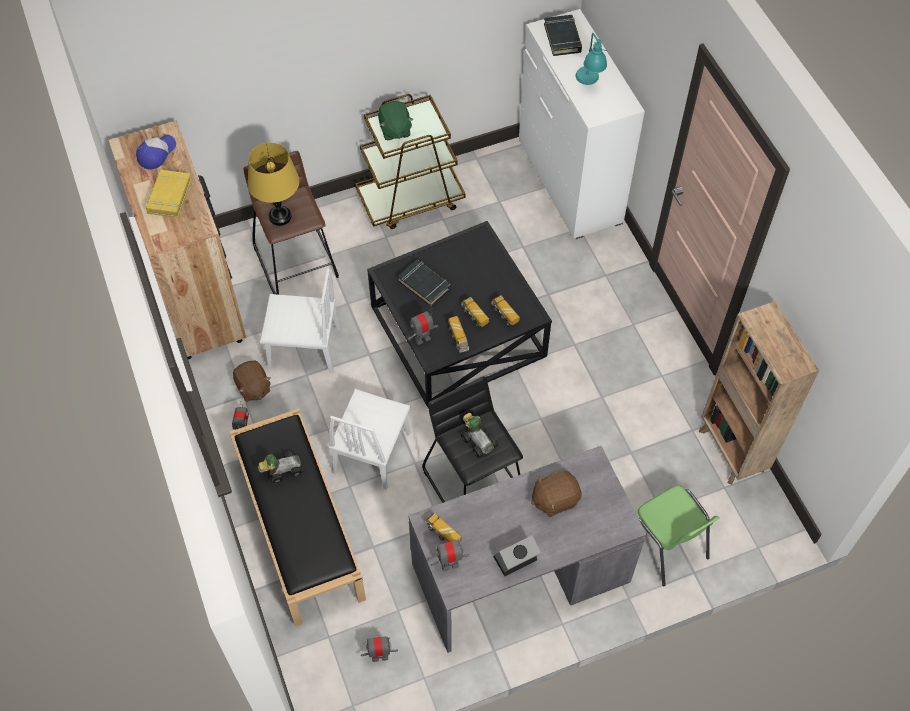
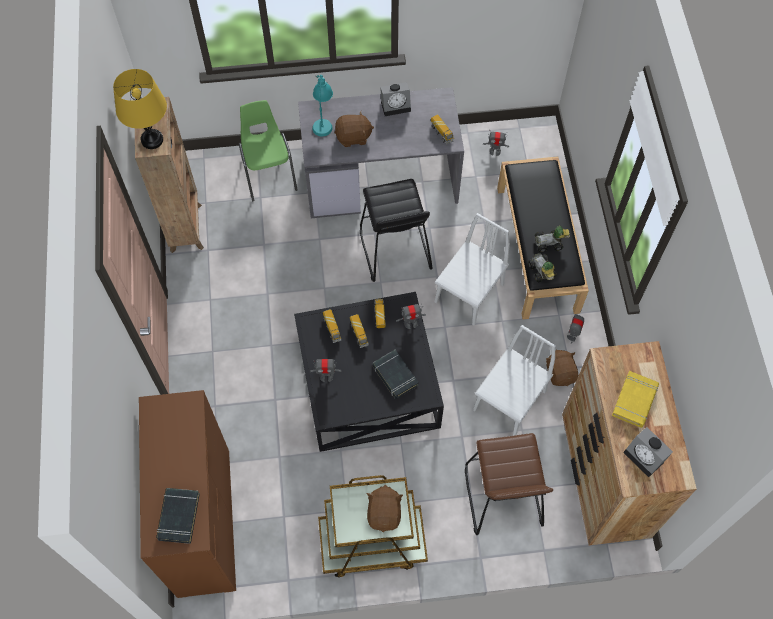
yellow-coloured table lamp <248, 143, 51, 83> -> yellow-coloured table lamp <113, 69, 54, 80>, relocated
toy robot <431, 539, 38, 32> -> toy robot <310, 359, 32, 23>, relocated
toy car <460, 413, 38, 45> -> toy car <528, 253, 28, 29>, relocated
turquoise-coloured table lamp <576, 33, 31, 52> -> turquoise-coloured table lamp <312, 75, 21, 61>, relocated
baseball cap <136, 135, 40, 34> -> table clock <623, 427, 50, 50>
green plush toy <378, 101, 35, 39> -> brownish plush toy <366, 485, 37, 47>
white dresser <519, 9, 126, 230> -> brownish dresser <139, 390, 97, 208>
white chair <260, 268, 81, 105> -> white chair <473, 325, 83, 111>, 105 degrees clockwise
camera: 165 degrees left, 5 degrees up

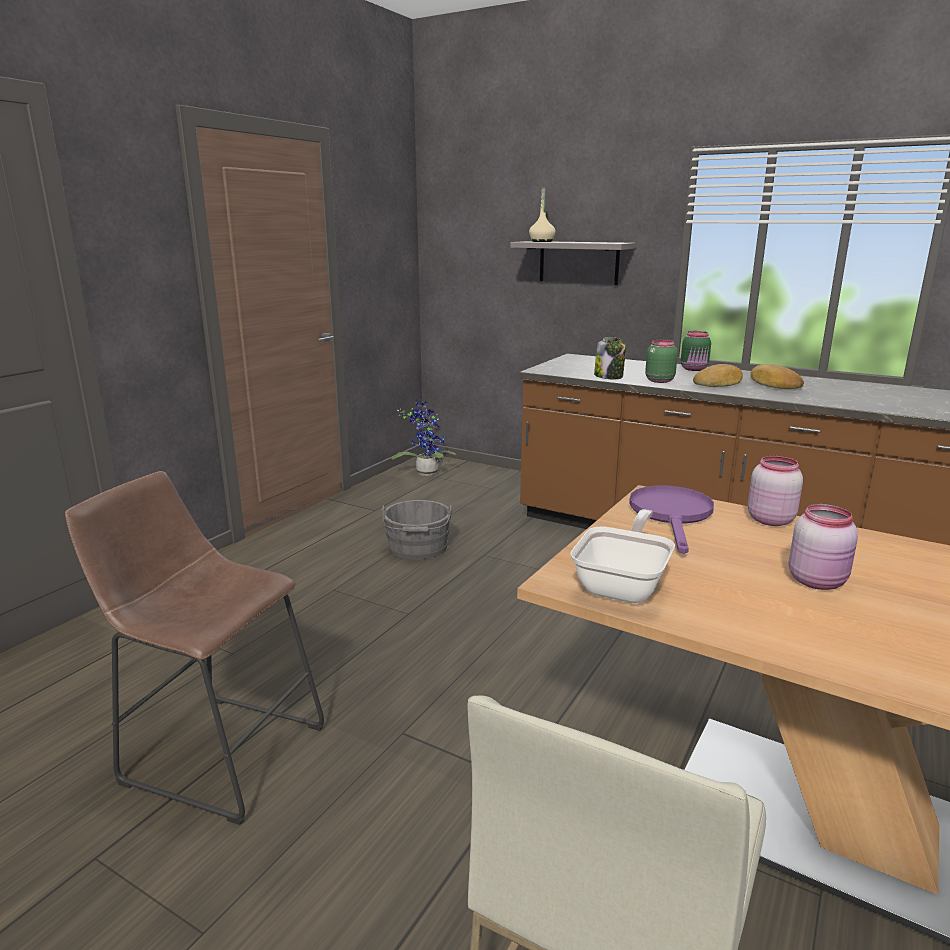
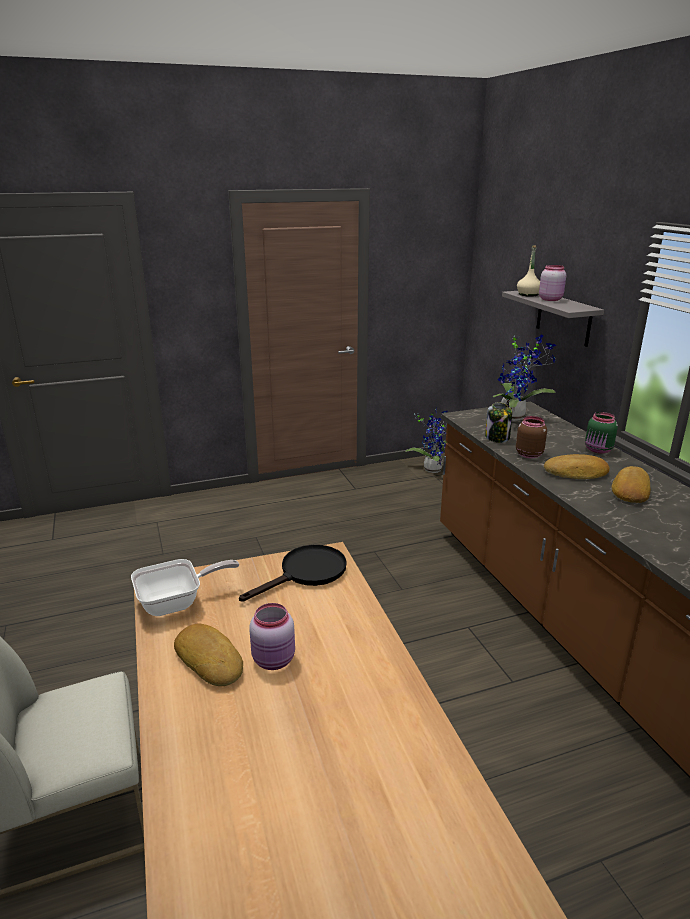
brownish stool <65, 471, 259, 354> -> none
grey water bucket <381, 500, 72, 60> -> none
none -> bread <174, 623, 69, 63>
none -> houseplant <493, 335, 63, 86>
pinkish preserve jar <748, 455, 55, 71> -> pinkish preserve jar <539, 265, 27, 36>, relocated
purple-coloured frying pan <629, 486, 85, 68> -> blackish frying pan <239, 545, 107, 56>
green preserve jar <645, 340, 33, 43> -> brownish preserve jar <516, 416, 31, 42>
camera: 40 degrees right, 5 degrees up

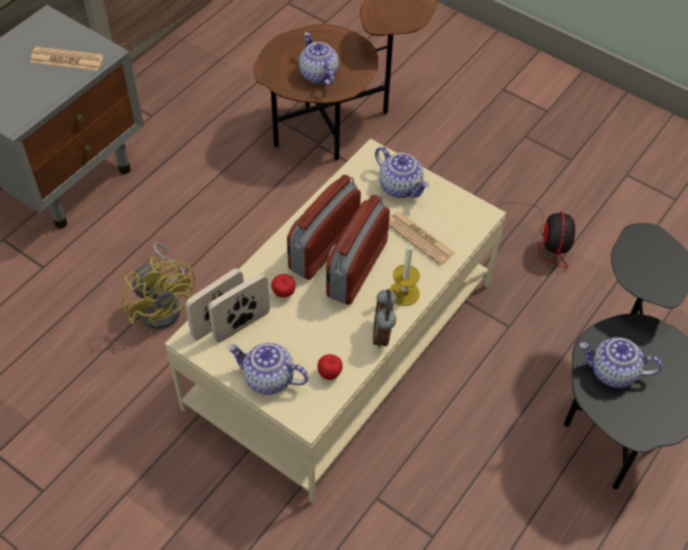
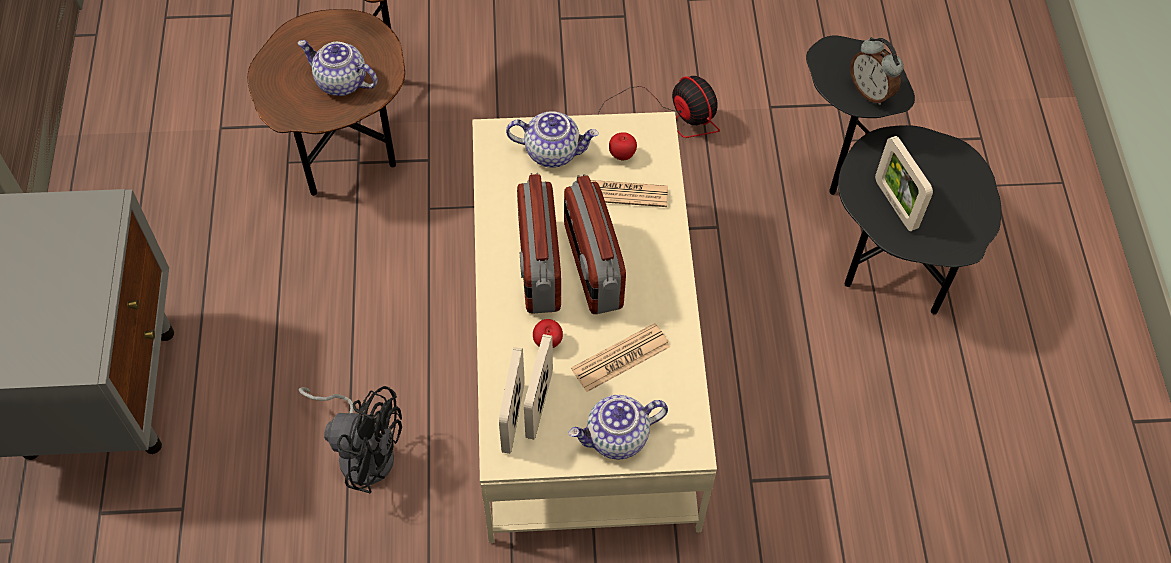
wax light <389, 243, 31, 63> -> none
daily paper <30, 47, 73, 24> -> daily paper <571, 323, 99, 69>, relocated
whole apple <317, 354, 25, 26> -> whole apple <609, 132, 28, 29>, relocated
table clock <373, 289, 24, 59> -> table clock <850, 37, 53, 68>, relocated
teapot <580, 337, 82, 51> -> picture frame <875, 136, 58, 95>
yellow-coloured electric fan <121, 242, 74, 87> -> blackish electric fan <299, 386, 103, 107>
camera: 40 degrees left, 5 degrees up

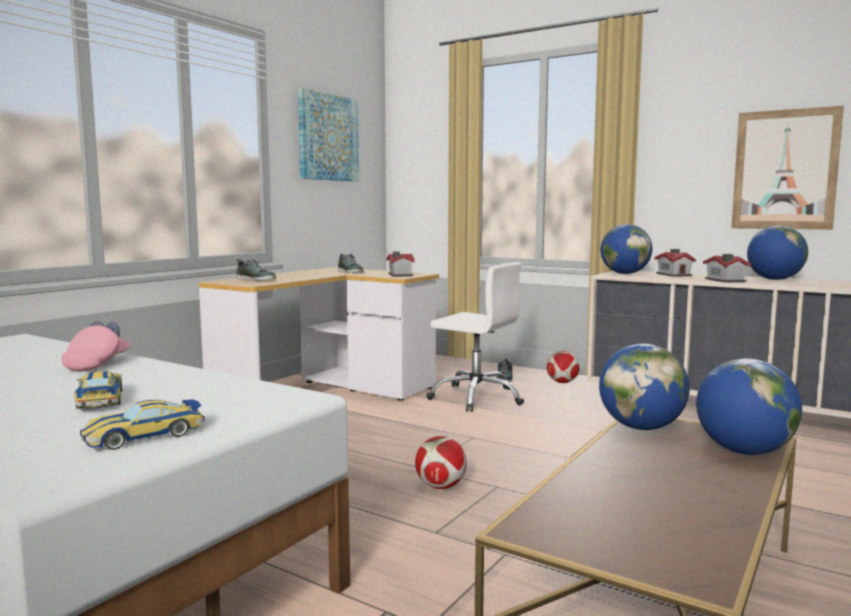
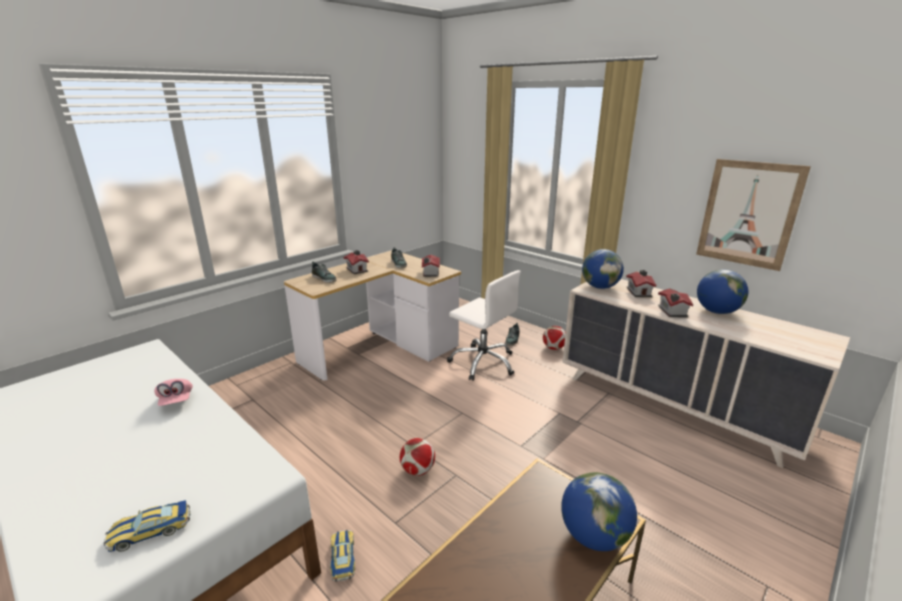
wall art <298, 88, 61, 94> -> none
globe <599, 344, 91, 86> -> none
none -> miniature house <344, 250, 25, 24>
toy car <74, 371, 48, 38> -> toy car <330, 530, 25, 52>, relocated
pinkish baseball cap <61, 321, 69, 51> -> pinkish baseball cap <154, 379, 39, 27>, 135 degrees clockwise
camera: 10 degrees right, 15 degrees up

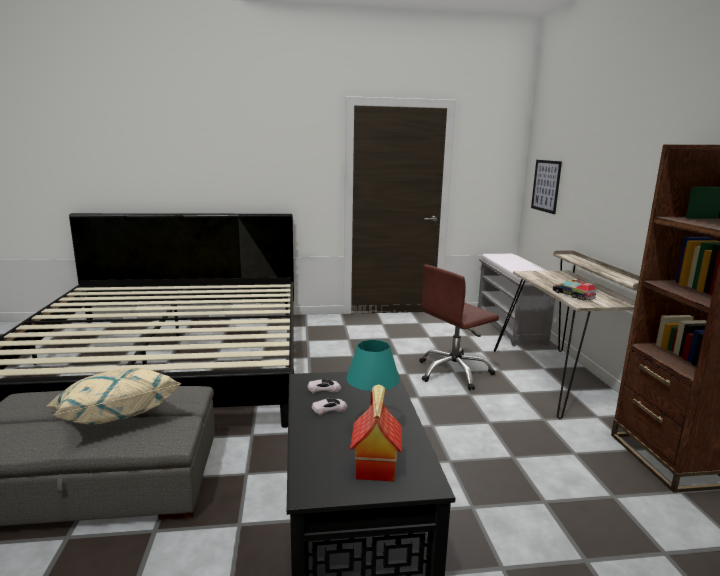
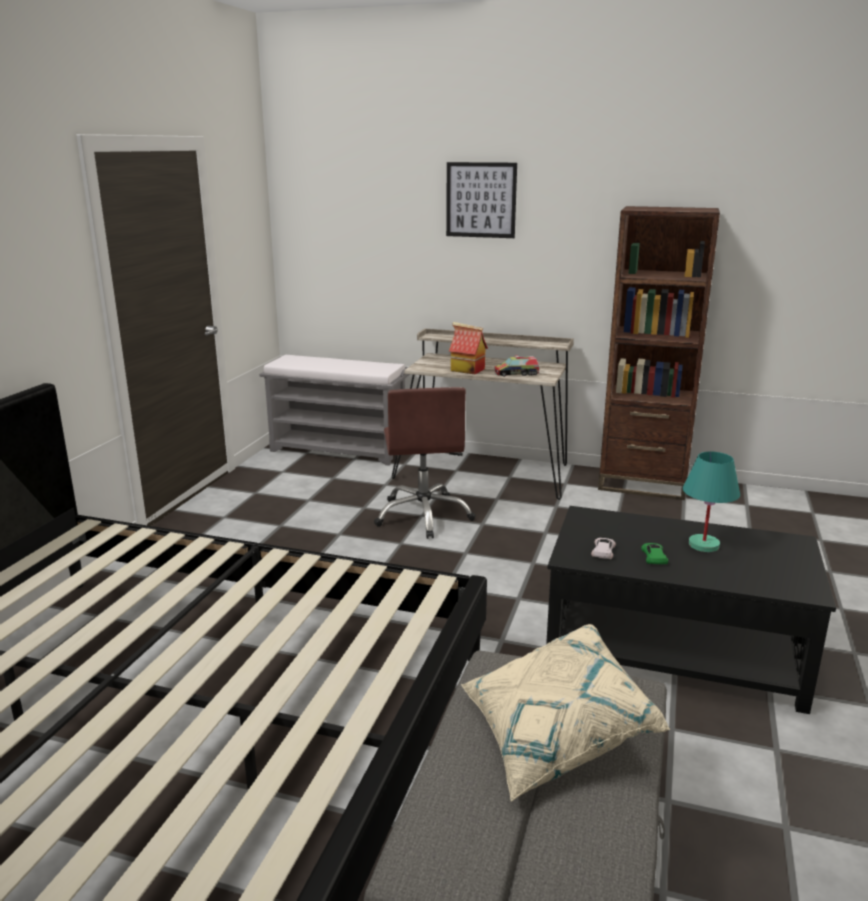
miniature house <350, 384, 52, 97> -> miniature house <449, 322, 39, 52>, relocated
wall art <531, 160, 31, 54> -> wall art <446, 162, 71, 76>, relocated
white toy car <312, 398, 35, 17> -> green toy car <641, 543, 27, 21>
camera: 65 degrees left, 5 degrees up

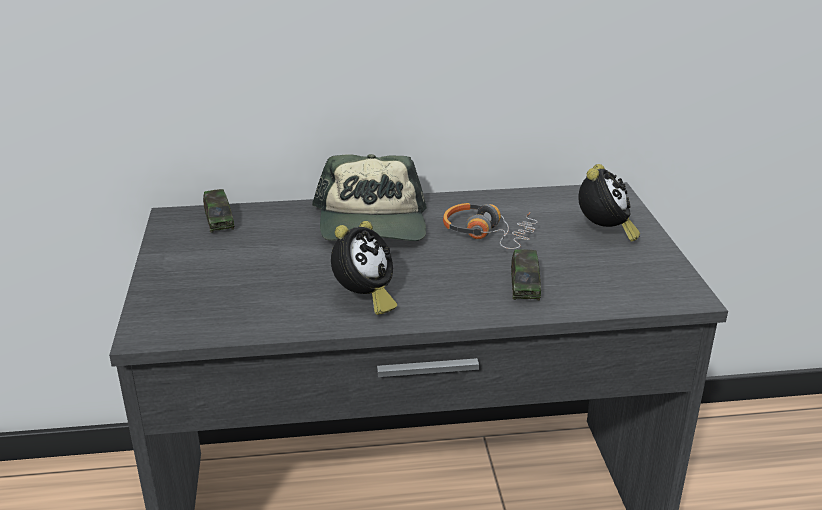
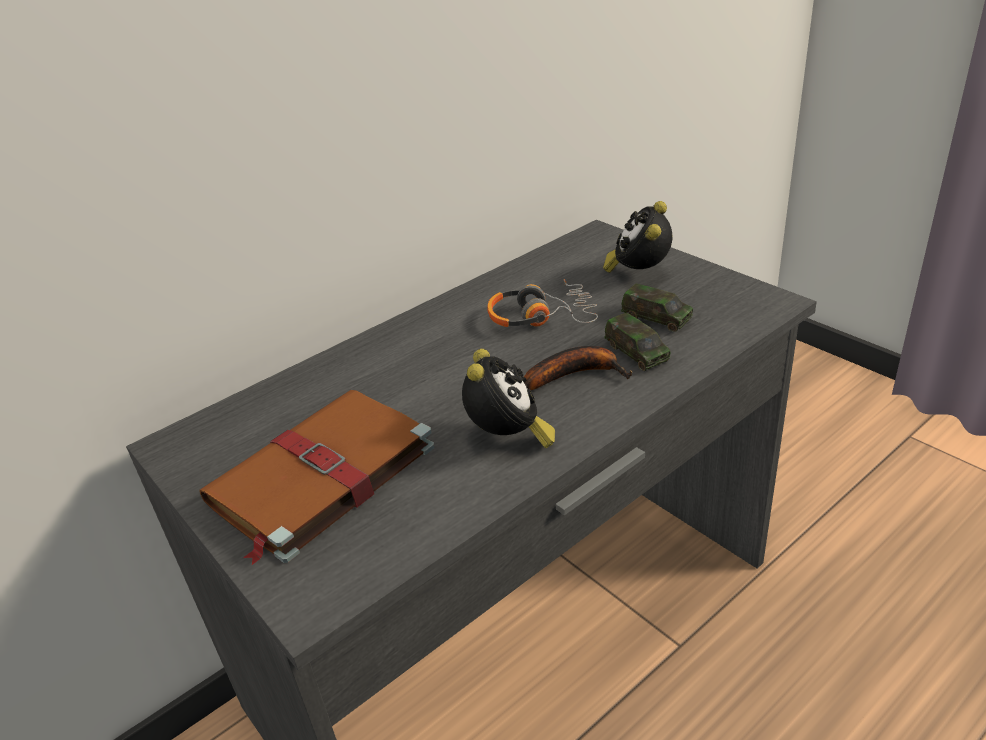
baseball cap <312, 154, 115, 87> -> none
none -> brownish book <200, 390, 234, 175>
none -> whole banana <524, 346, 108, 44>
toy car <203, 189, 32, 44> -> toy car <621, 284, 72, 48>, relocated
table clock <578, 164, 62, 78> -> table clock <603, 201, 69, 72>, 150 degrees counterclockwise
camera: 30 degrees left, 5 degrees up

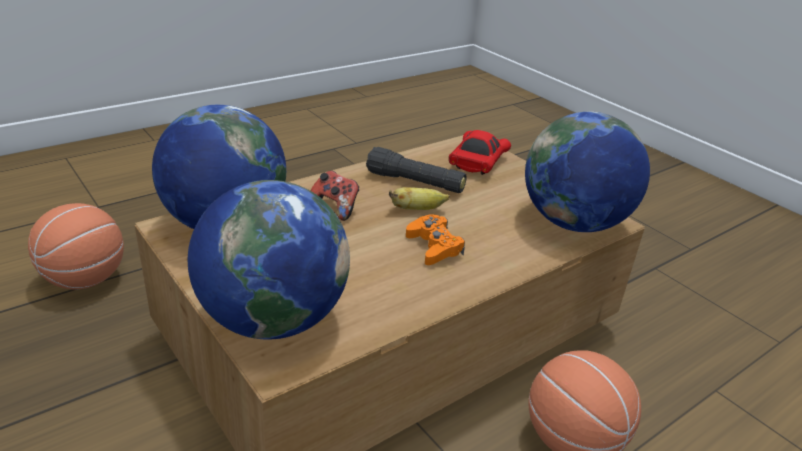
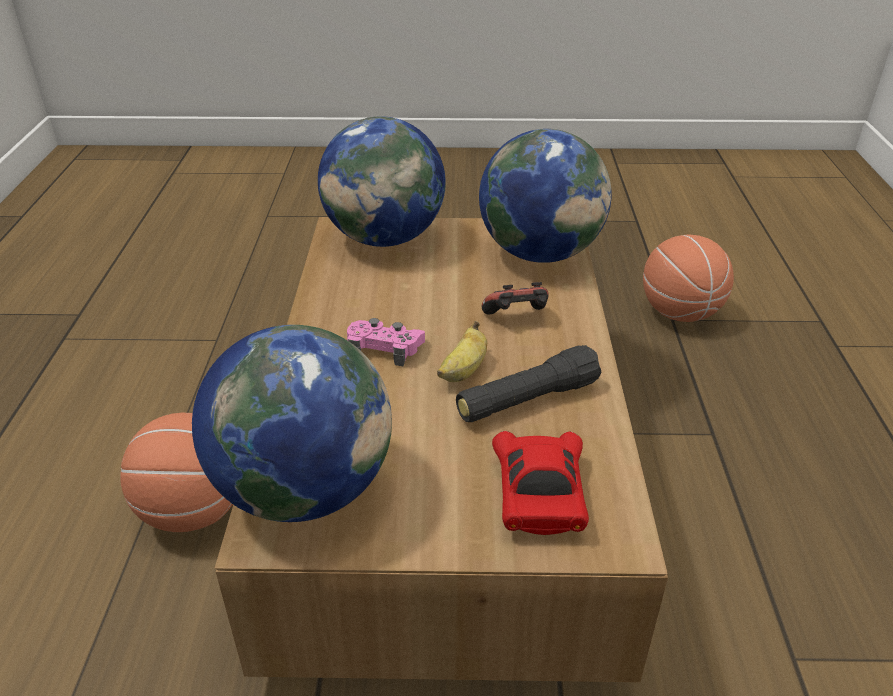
orange gamepad <406, 214, 59, 51> -> pinkish gamepad <347, 318, 78, 49>
red toy car <449, 130, 62, 45> -> red toy car <492, 431, 97, 104>, 150 degrees counterclockwise
camera: 130 degrees right, 5 degrees up

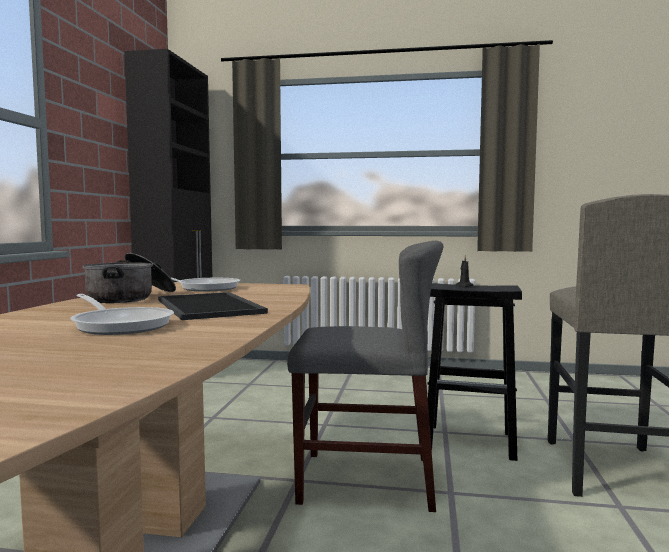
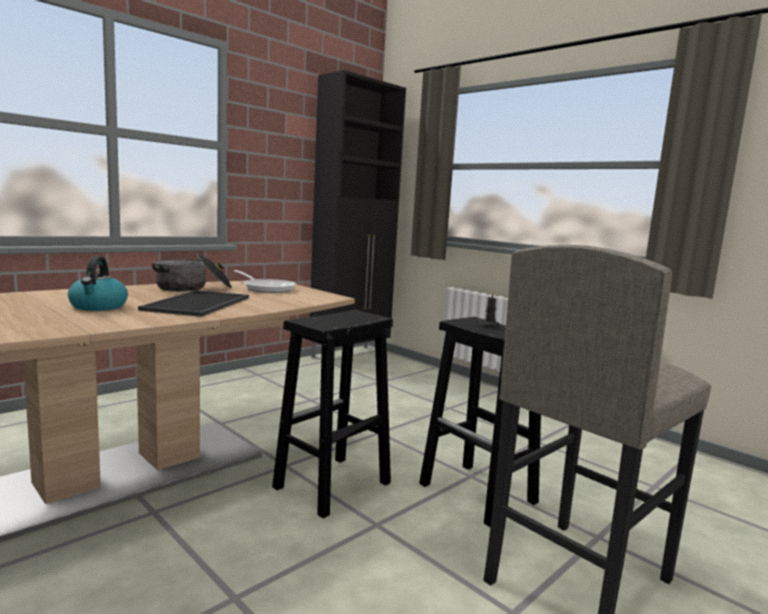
frying pan <70, 294, 104, 41> -> water kettle <68, 256, 60, 55>
grey chair <287, 241, 156, 271> -> blackish stool <272, 310, 121, 209>
camera: 35 degrees right, 5 degrees up

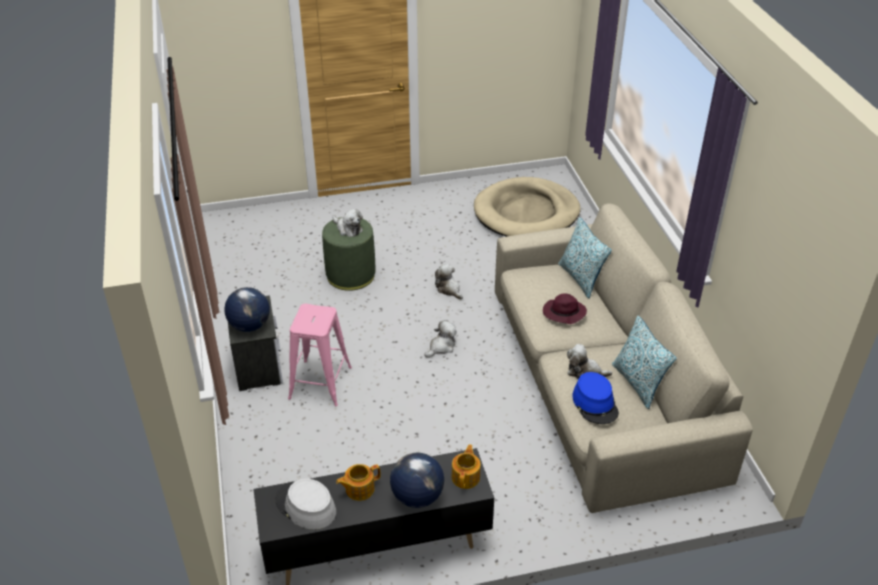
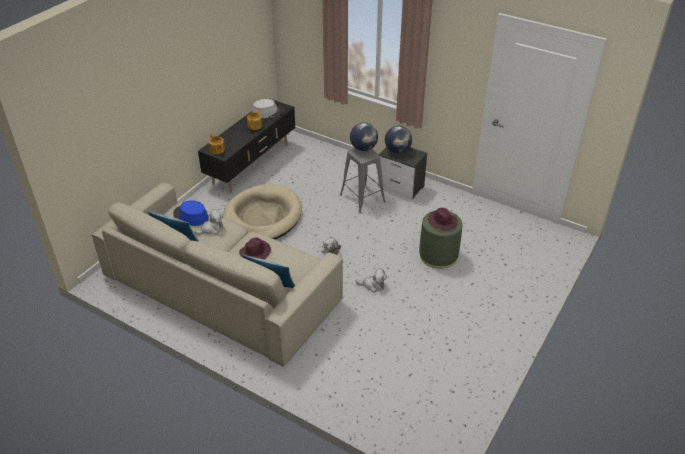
globe <390, 453, 54, 55> -> globe <350, 123, 28, 28>, relocated
beige-coloured dog bed <474, 177, 107, 60> -> beige-coloured dog bed <223, 184, 79, 55>, relocated
plush toy <332, 209, 31, 28> -> purple-coloured wearable hat <428, 208, 30, 22>
pinkish stool <288, 304, 64, 102> -> grey stool <340, 148, 46, 65>
camera: 135 degrees right, 0 degrees up

